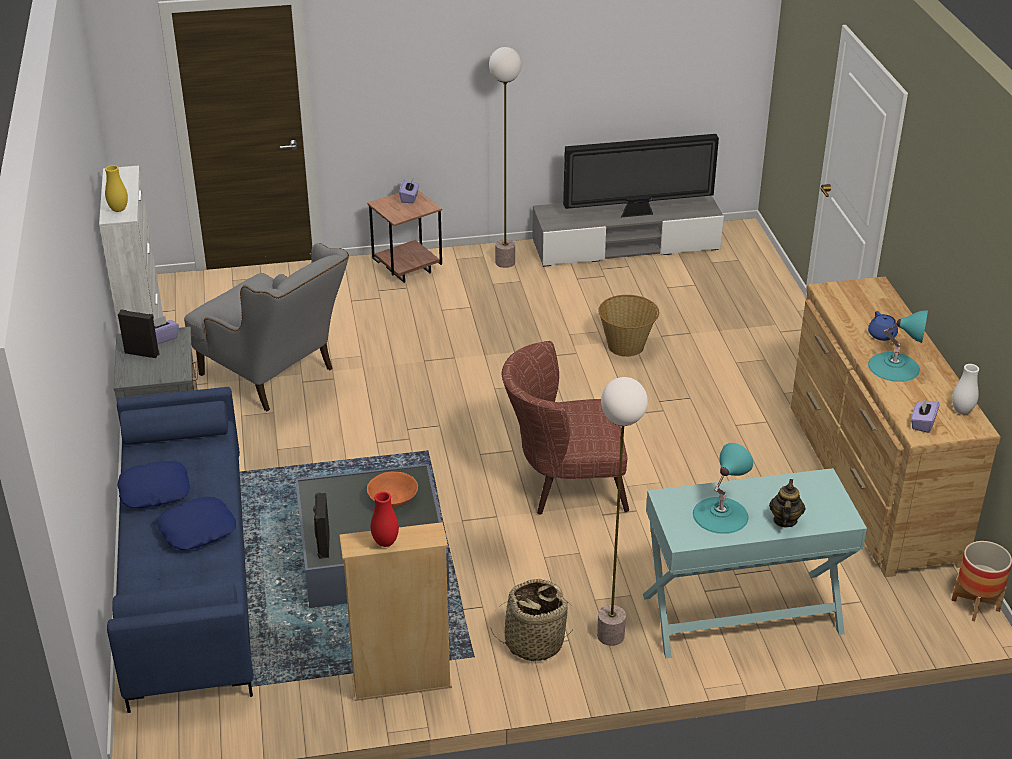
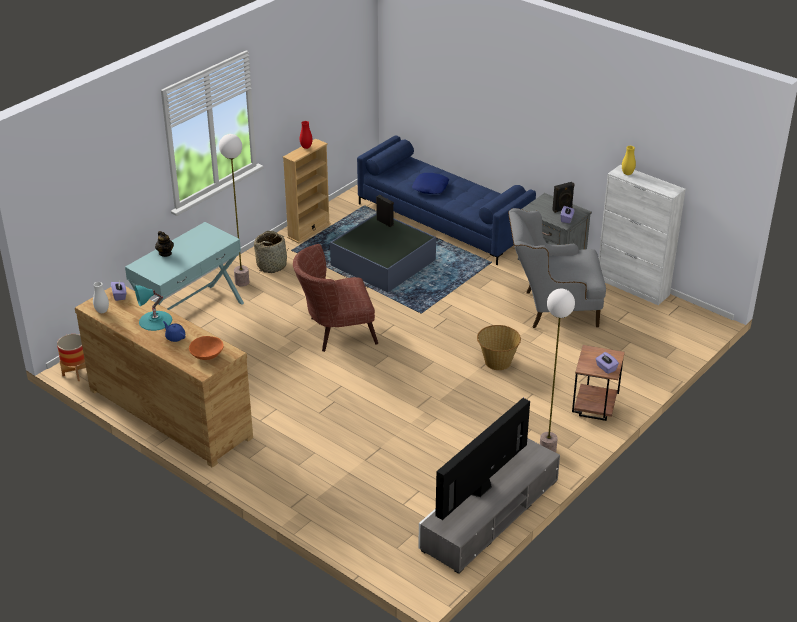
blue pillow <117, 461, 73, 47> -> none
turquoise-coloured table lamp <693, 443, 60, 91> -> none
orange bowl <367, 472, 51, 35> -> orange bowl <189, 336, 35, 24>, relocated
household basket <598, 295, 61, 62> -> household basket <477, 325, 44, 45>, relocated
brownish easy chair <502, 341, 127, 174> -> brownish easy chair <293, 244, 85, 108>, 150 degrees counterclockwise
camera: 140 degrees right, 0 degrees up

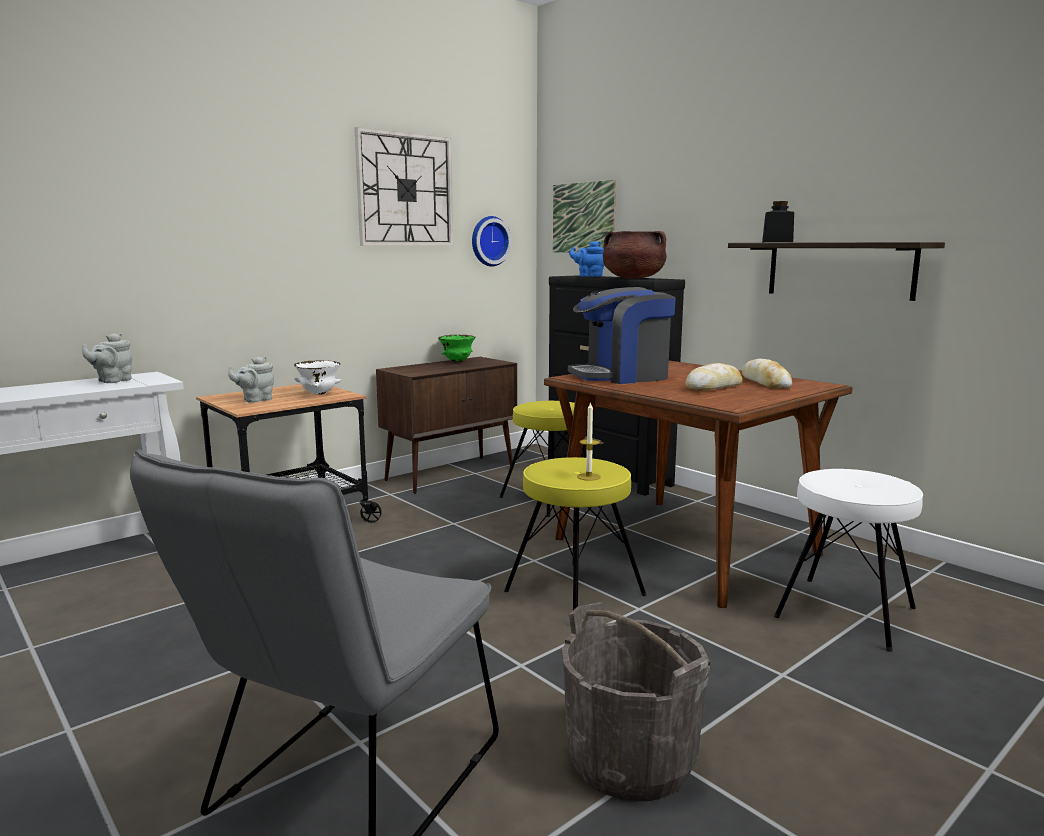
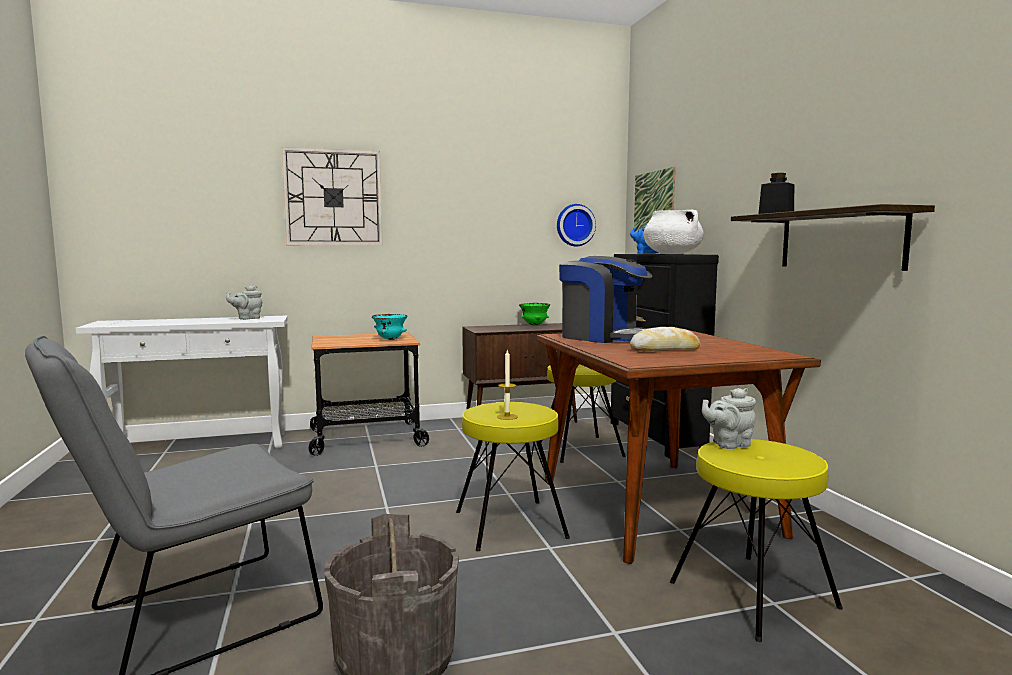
bread <742, 359, 50, 30> -> none
grey teapot <228, 357, 46, 46> -> grey teapot <702, 388, 54, 61>, relocated
clock on the wall <355, 127, 98, 119> -> clock on the wall <282, 147, 101, 98>, relocated
white bowl <294, 360, 47, 35> -> turquoise-coloured bowl <372, 314, 35, 26>
brownish saucepot <603, 231, 64, 48> -> white saucepot <643, 210, 61, 44>
white stool <774, 469, 149, 183> -> yellow-coloured stool <670, 439, 173, 203>
coffee brewer <568, 287, 108, 97> -> coffee brewer <559, 256, 93, 87>, 150 degrees counterclockwise
camera: 25 degrees right, 5 degrees down

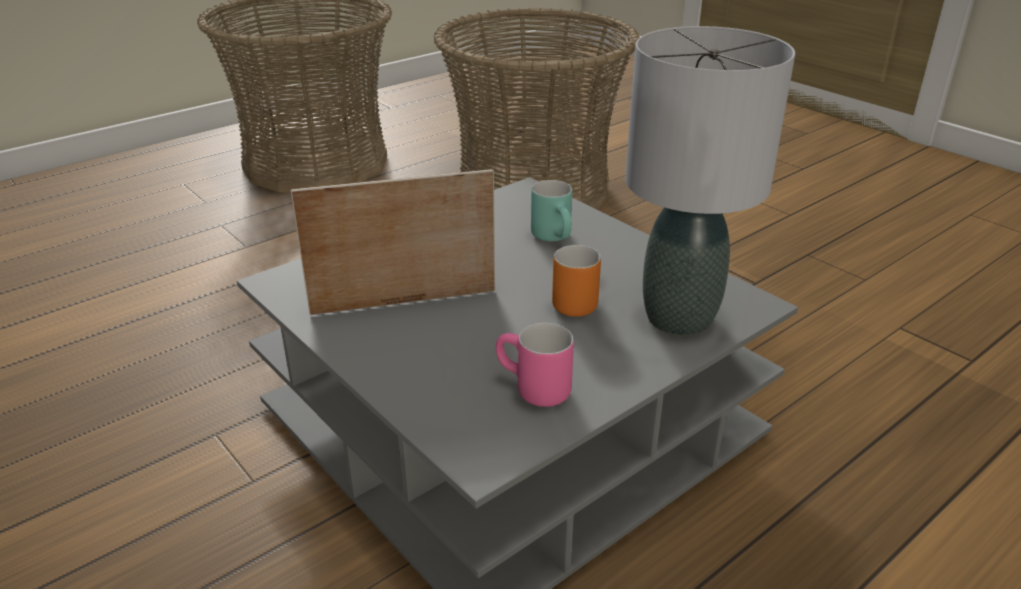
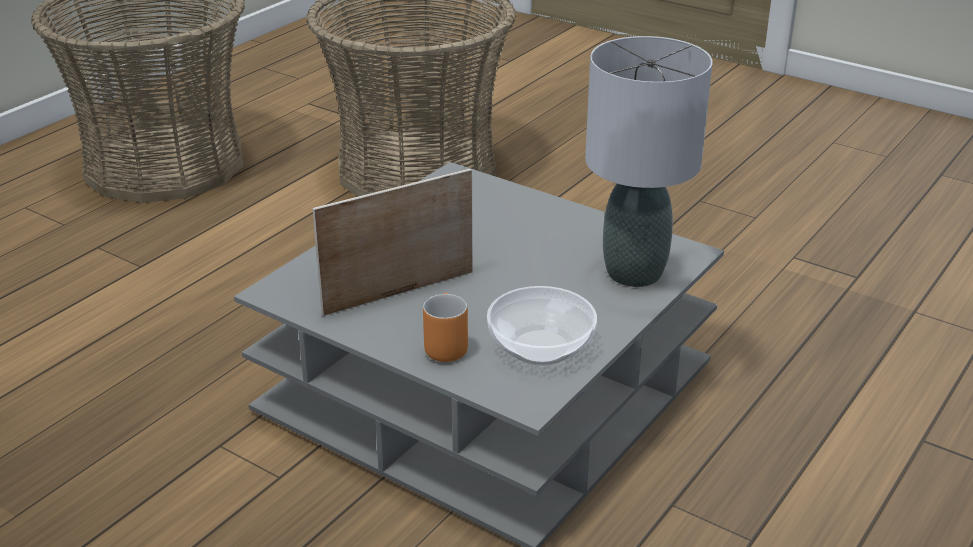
turquoise-coloured tea mug <531, 180, 41, 61> -> none
orange tea mug <552, 245, 49, 72> -> orange tea mug <423, 293, 45, 69>, relocated
pinkish tea mug <496, 323, 78, 84> -> bowl <487, 286, 110, 80>
camera: 15 degrees left, 0 degrees up

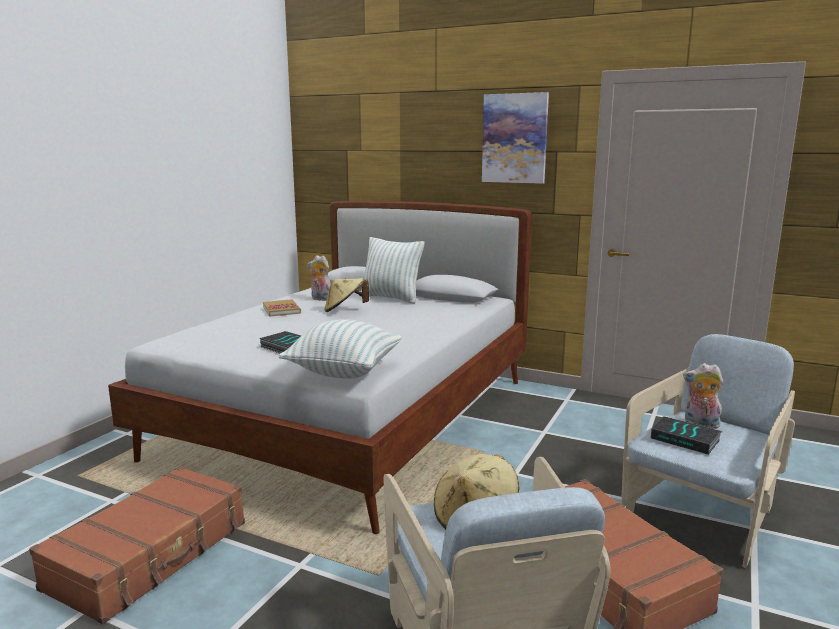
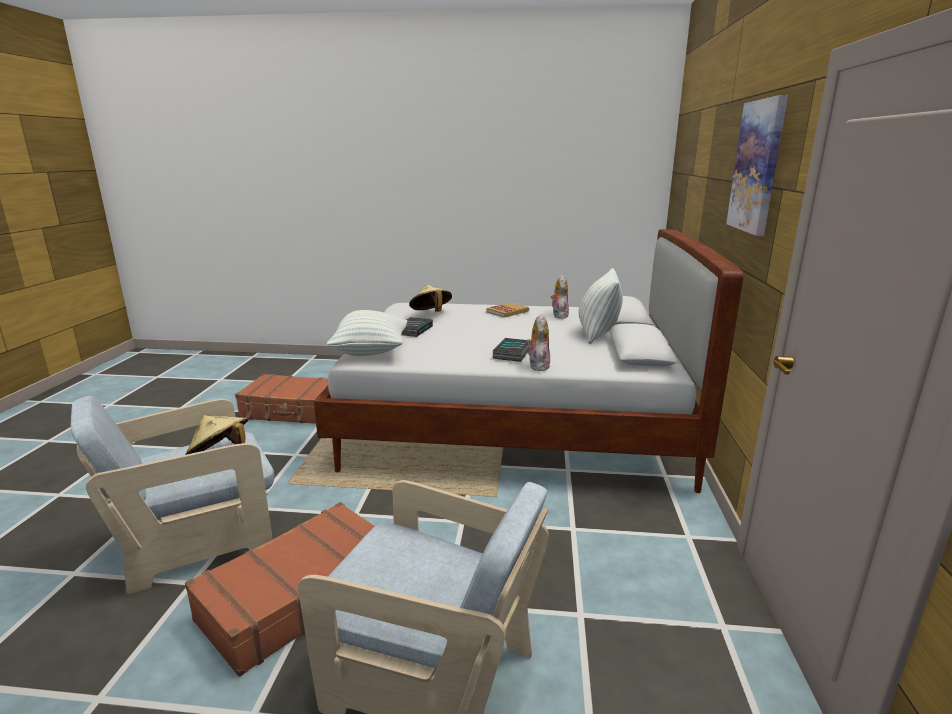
beige-coloured wearable hat <324, 278, 45, 34> -> beige-coloured wearable hat <409, 285, 43, 27>, relocated
book <651, 416, 71, 39> -> book <493, 338, 36, 24>, relocated
plush toy <683, 363, 40, 66> -> plush toy <526, 313, 24, 58>, relocated
camera: 70 degrees right, 5 degrees up

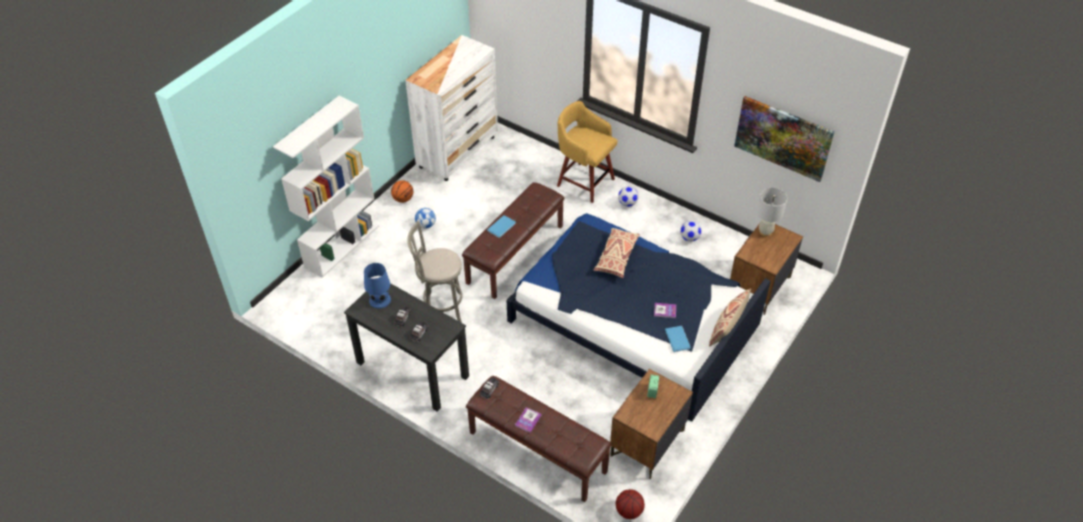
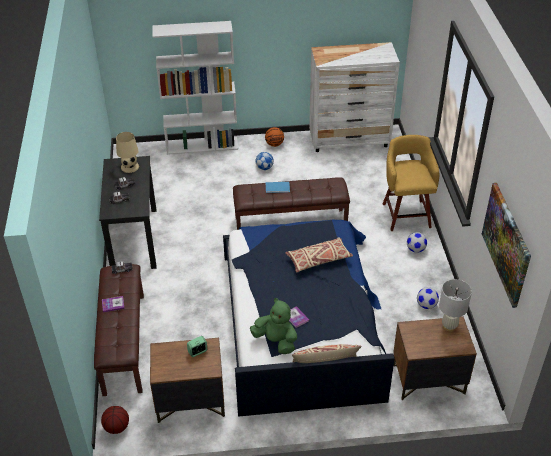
grey stool <407, 221, 55, 102> -> none
blue book <665, 326, 26, 26> -> green plush toy <250, 298, 47, 56>
blue table lamp <364, 263, 27, 46> -> beige-coloured table lamp <116, 132, 23, 41>
camera: 50 degrees right, 5 degrees down

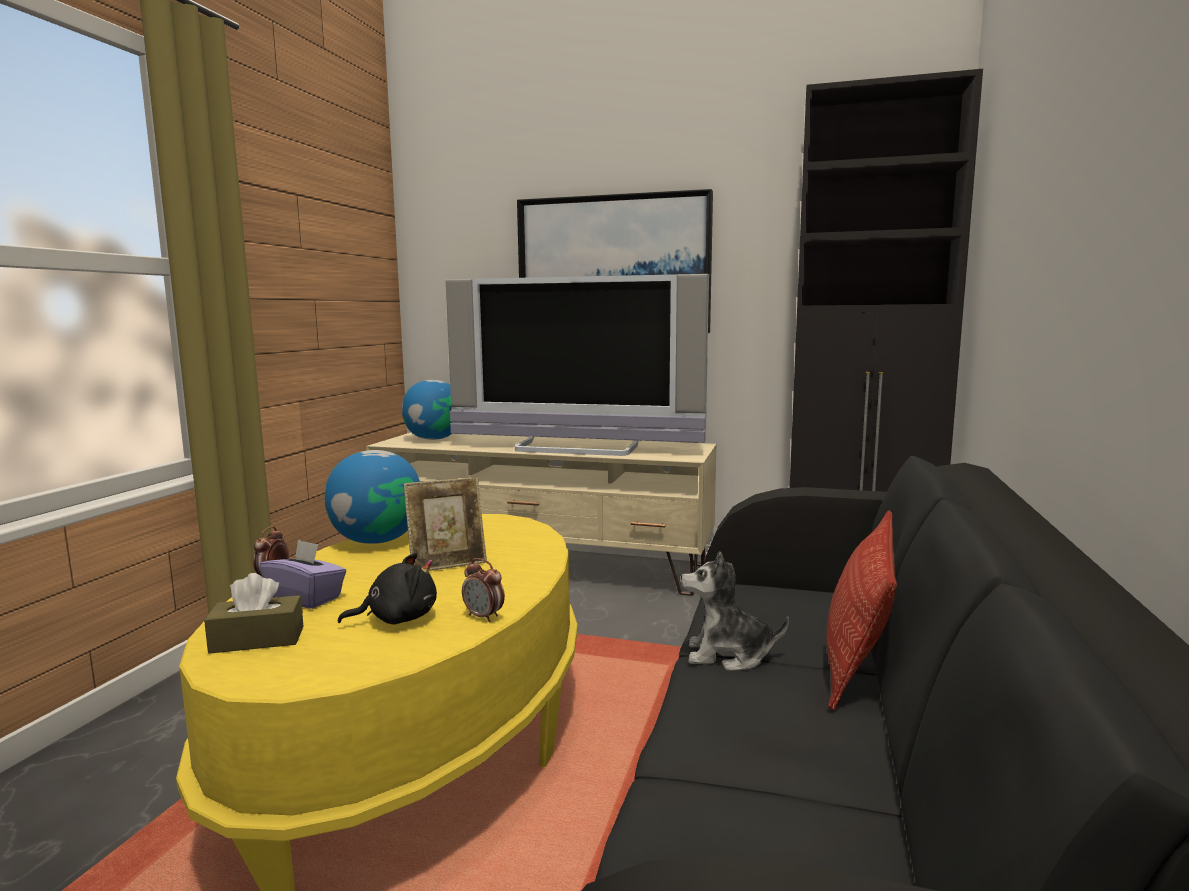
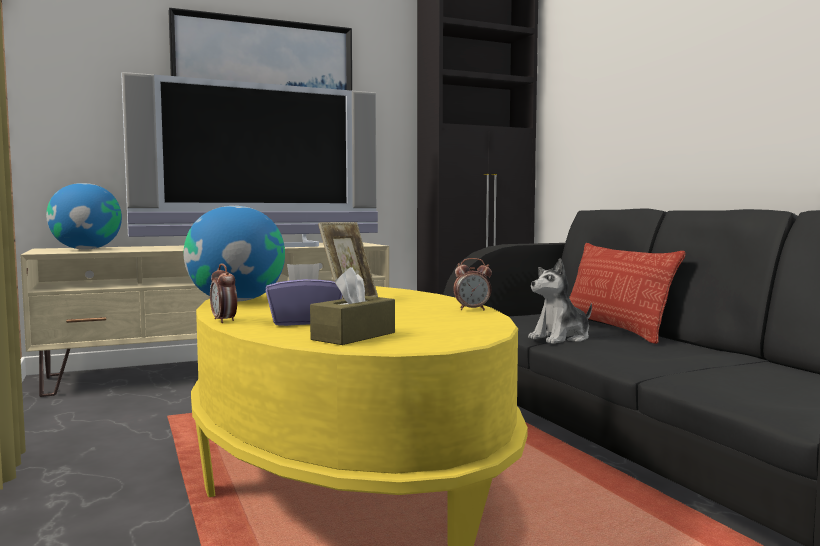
blackish plush toy <338, 553, 99, 72> -> none
camera: 40 degrees left, 5 degrees down

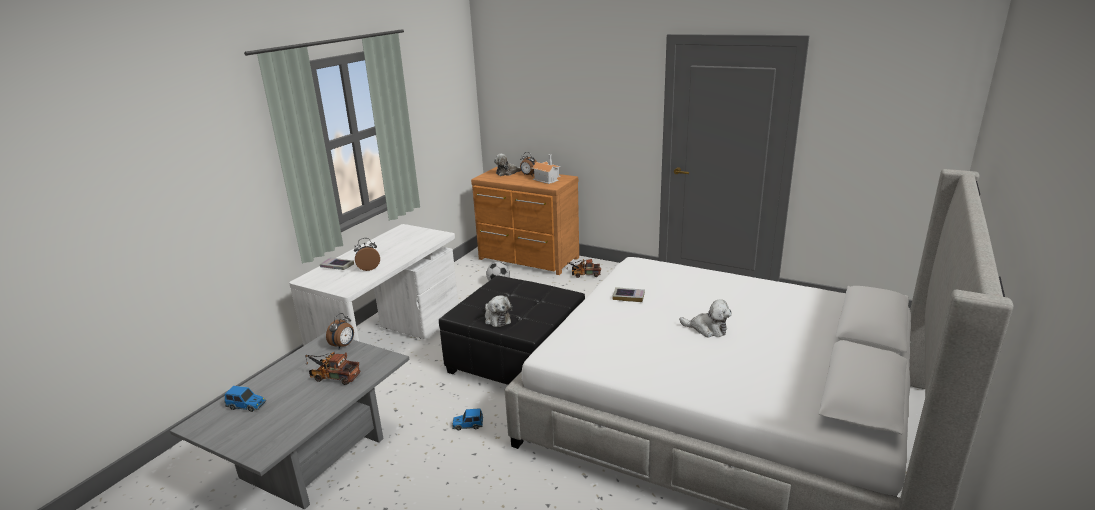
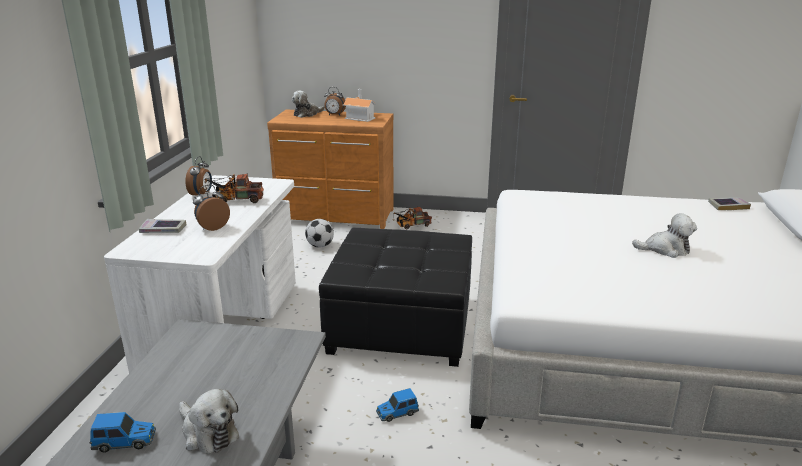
toy truck <305, 352, 56, 33> -> toy truck <204, 173, 60, 30>, relocated
table clock <326, 313, 28, 36> -> table clock <185, 156, 27, 39>, relocated
plush toy <485, 295, 28, 32> -> plush toy <179, 389, 60, 65>, relocated
book <612, 287, 33, 15> -> book <708, 197, 43, 13>, relocated
camera: 20 degrees left, 0 degrees up

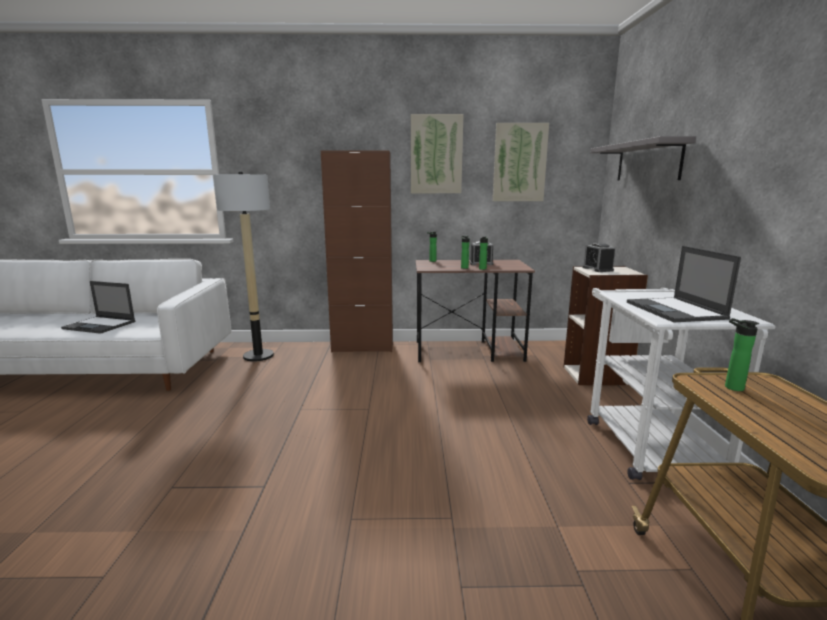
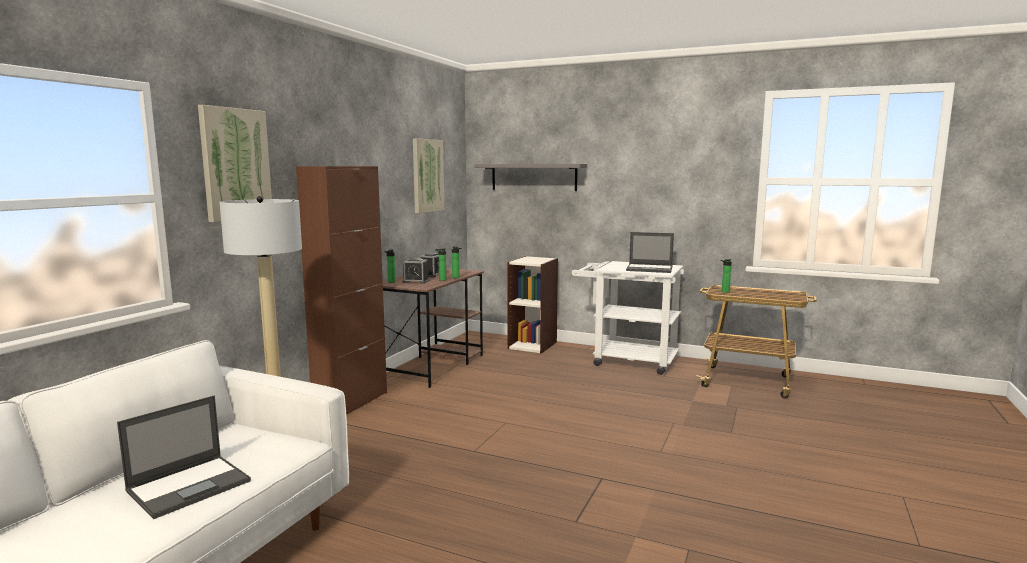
wall art <411, 114, 53, 79> -> wall art <198, 105, 74, 117>, relocated
table clock <583, 243, 33, 29> -> table clock <402, 258, 28, 25>, relocated
camera: 65 degrees left, 5 degrees down

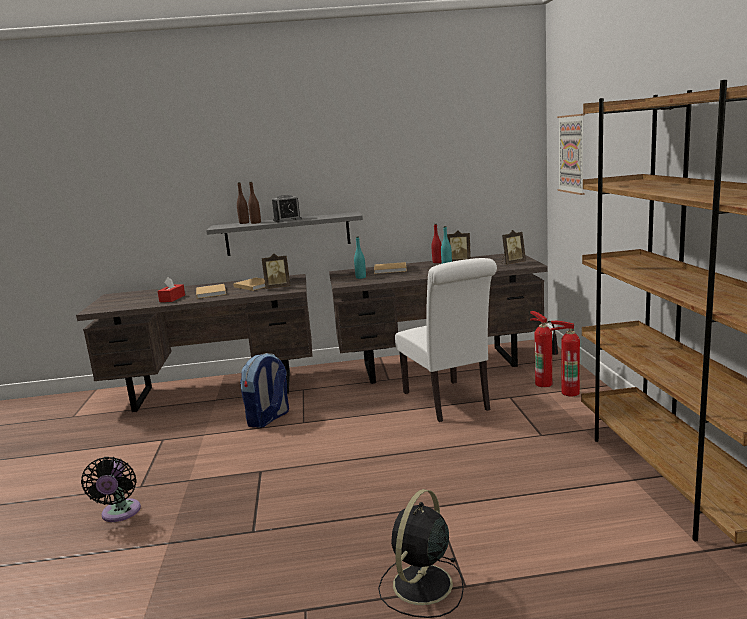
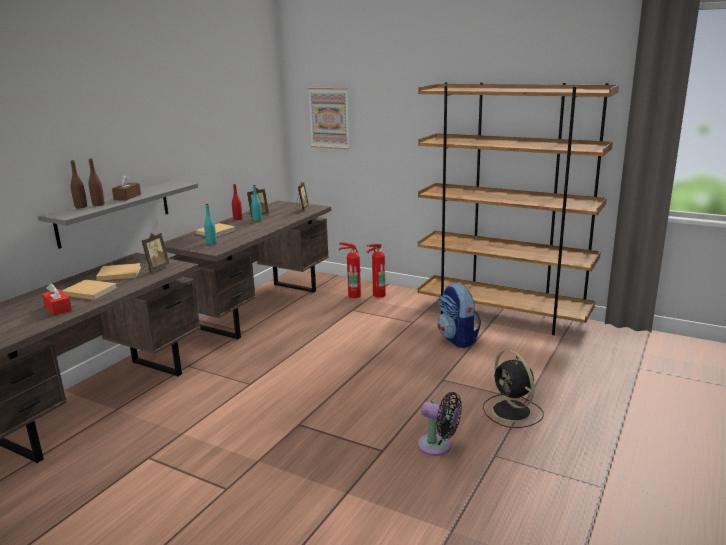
white chair <395, 258, 102, 164> -> none
blackish electric fan <81, 457, 60, 65> -> blackish electric fan <418, 392, 44, 64>, relocated
rucksack <240, 353, 49, 75> -> rucksack <438, 283, 43, 65>, relocated
table clock <272, 195, 30, 27> -> brownish box of tissues <112, 174, 29, 27>
camera: 55 degrees left, 5 degrees up

